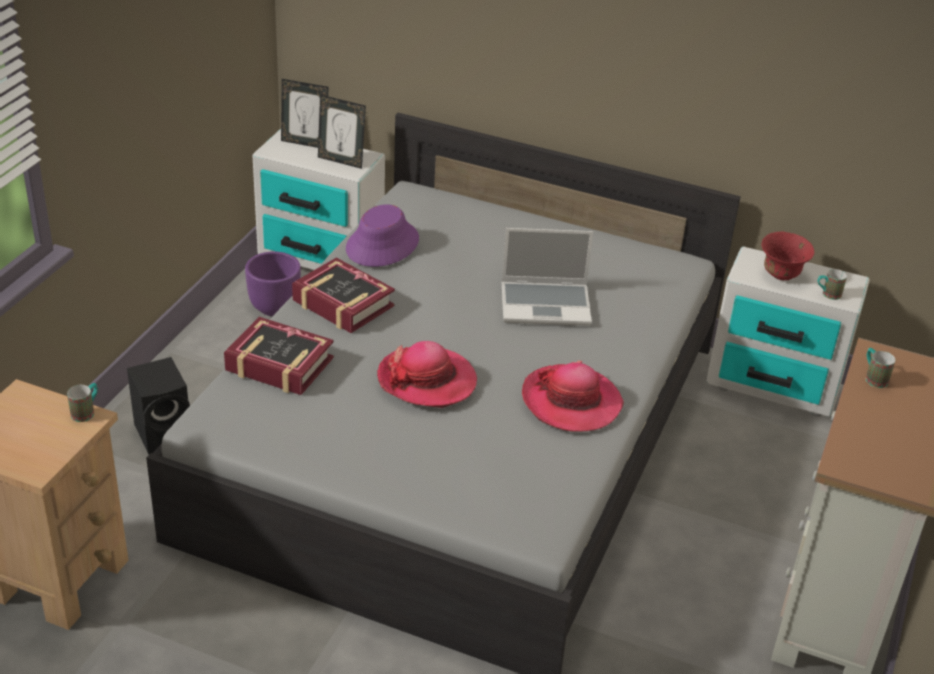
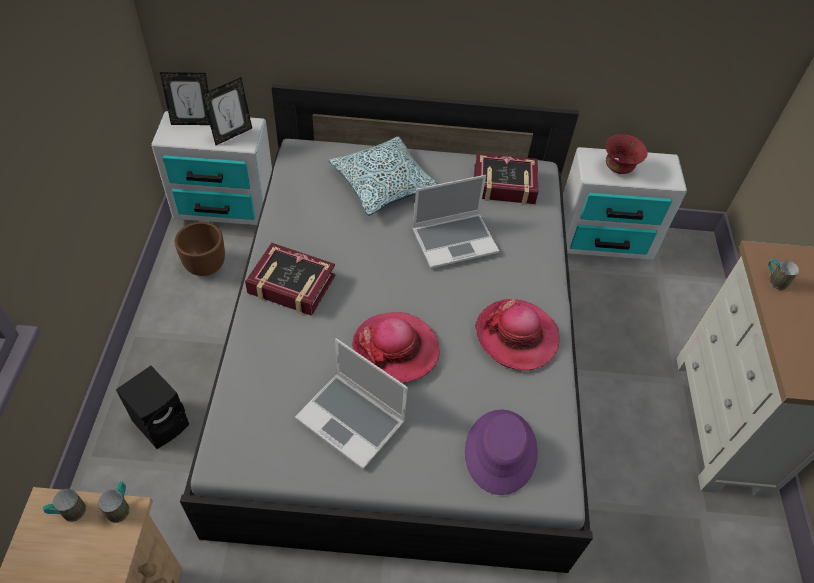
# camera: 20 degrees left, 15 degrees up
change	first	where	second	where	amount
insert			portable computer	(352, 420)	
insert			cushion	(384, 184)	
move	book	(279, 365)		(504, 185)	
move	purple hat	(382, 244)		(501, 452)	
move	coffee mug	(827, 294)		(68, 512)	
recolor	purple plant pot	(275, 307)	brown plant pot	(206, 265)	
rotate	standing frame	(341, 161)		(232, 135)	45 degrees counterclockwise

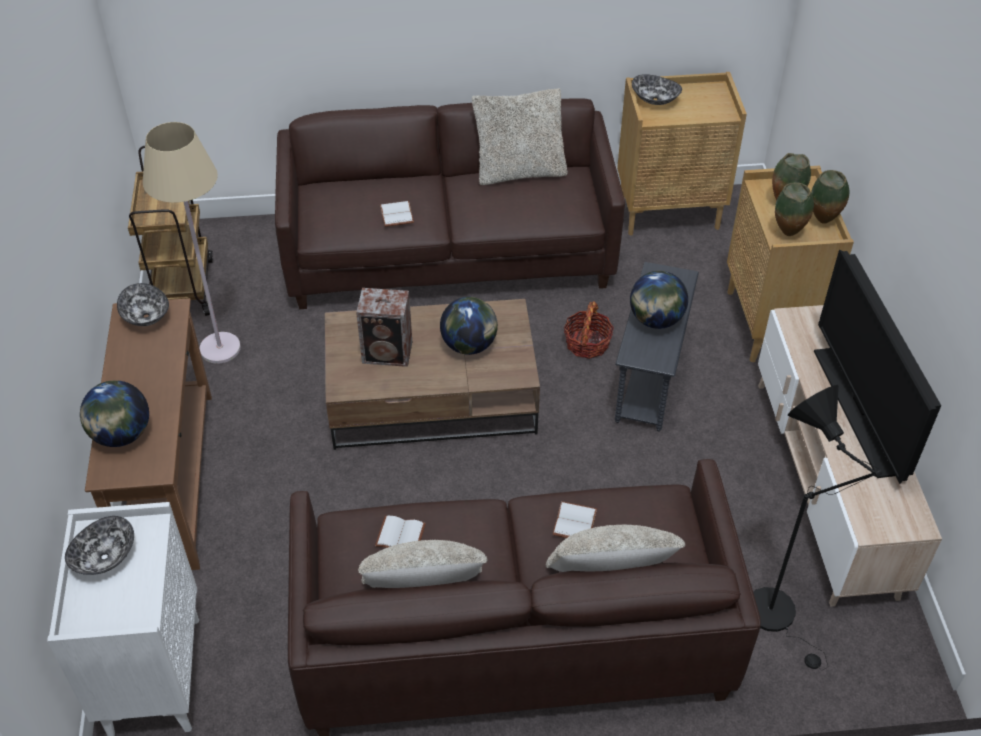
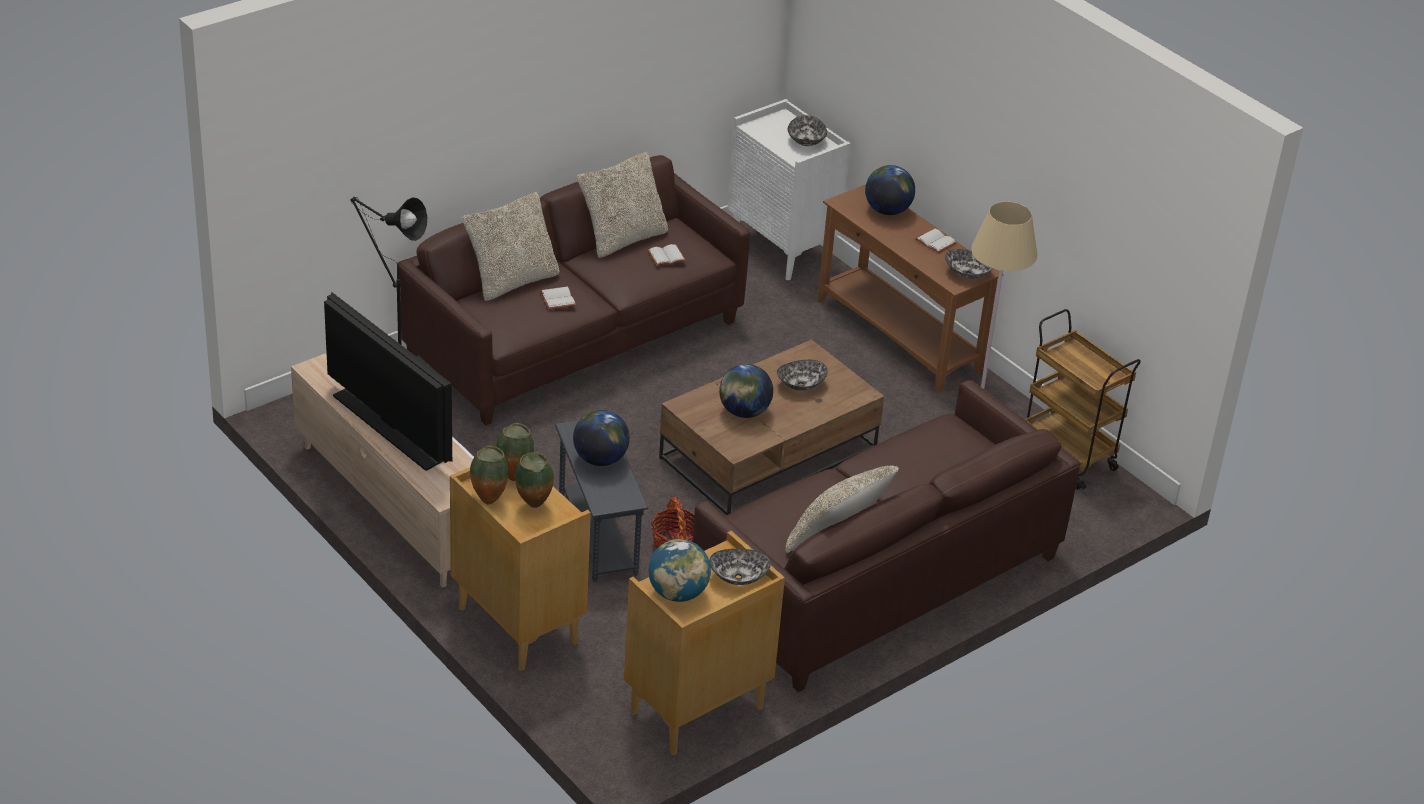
# camera: 145 degrees right, 10 degrees down
change	first	where	second	where	amount
insert			desk globe	(678, 593)	
move	white book	(398, 215)		(934, 242)	
replace	speaker	(389, 353)	deep dish	(801, 385)	

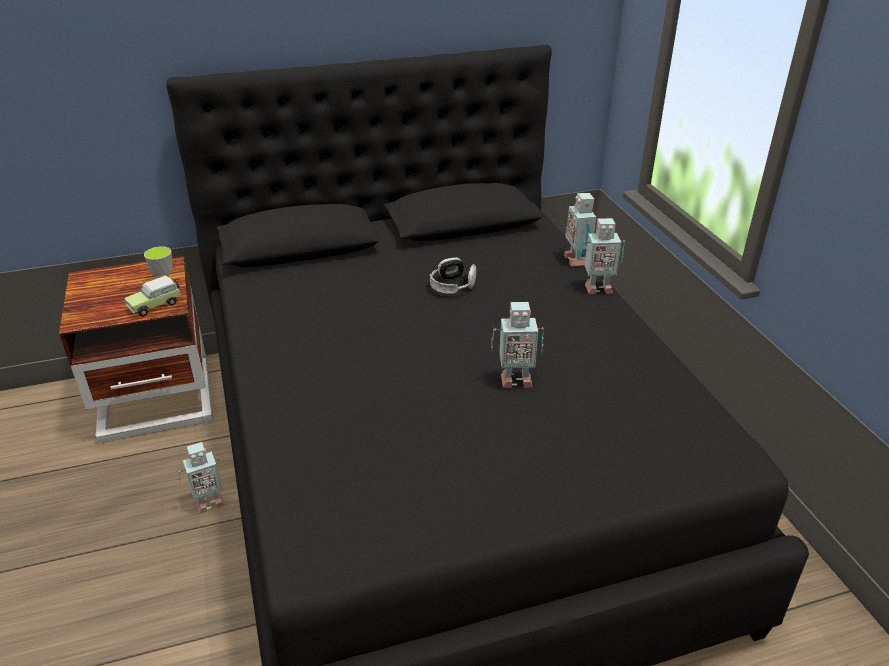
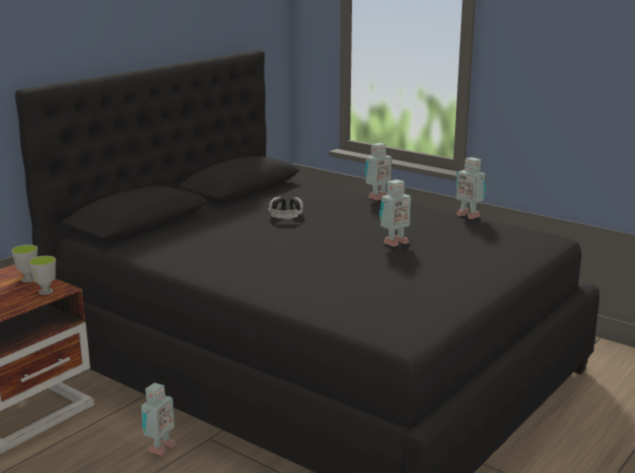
# camera: 35 degrees left, 15 degrees down
change	first	where	second	where	amount
move	toy robot	(577, 259)		(468, 215)	
replace	model car	(157, 305)	cup	(46, 291)	

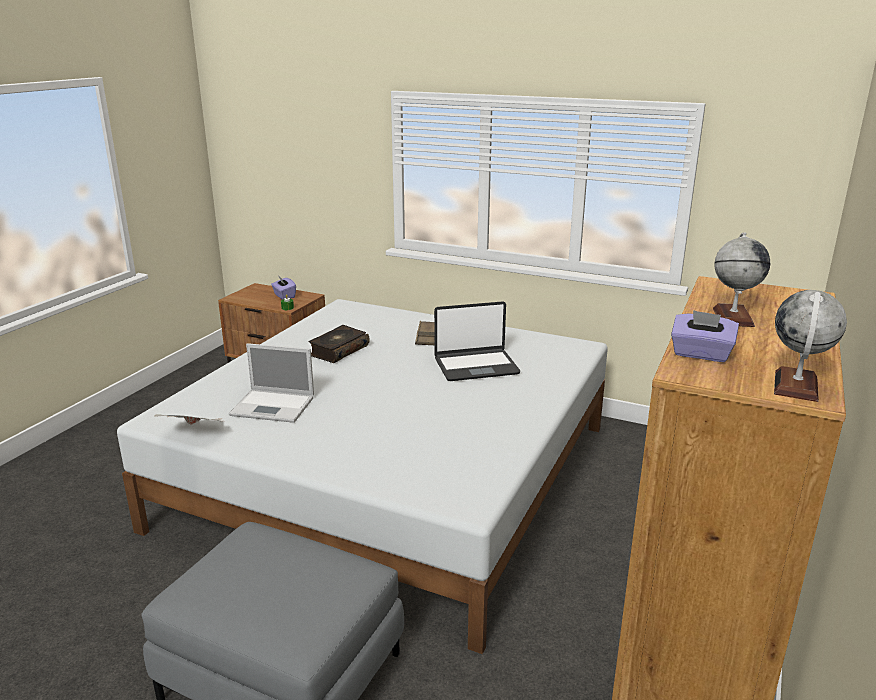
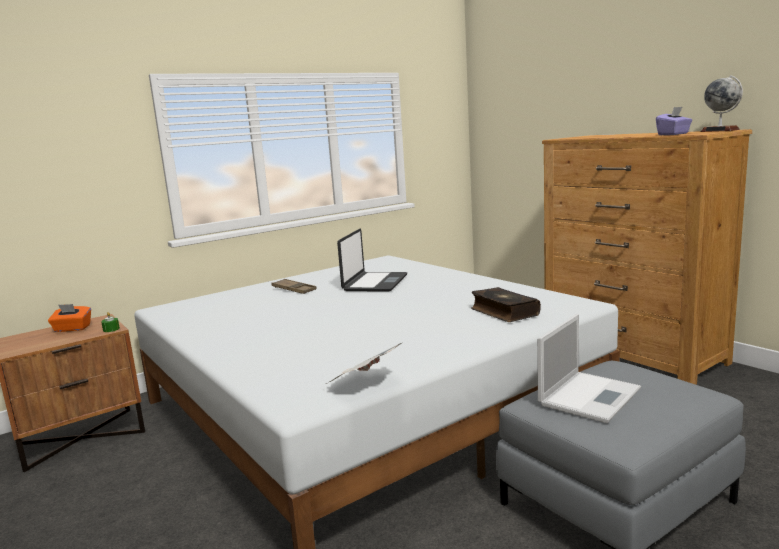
# camera: 60 degrees left, 10 degrees down
change	first	where	second	where	amount
delete	desk globe	(732, 317)			
move	portable computer	(274, 406)		(590, 396)	
move	book	(338, 351)		(503, 312)	
recolor	purple tissue holder	(284, 296)	orange-coloured tissue holder	(72, 329)	

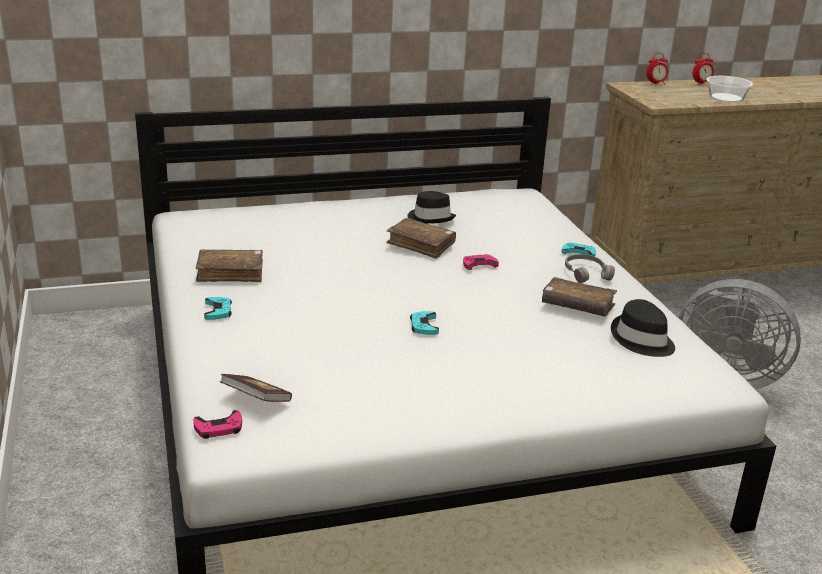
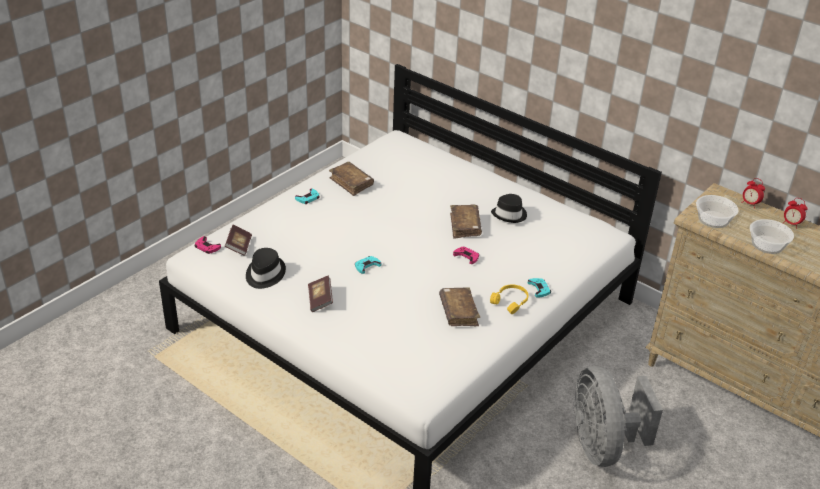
# camera: 55 degrees right, 10 degrees up
change	first	where	second	where	amount
insert			book	(320, 300)	
insert			deep dish	(713, 219)	
move	black hat	(642, 340)		(264, 274)	
recolor	gray pair of headphones	(586, 273)	yellow pair of headphones	(511, 302)	

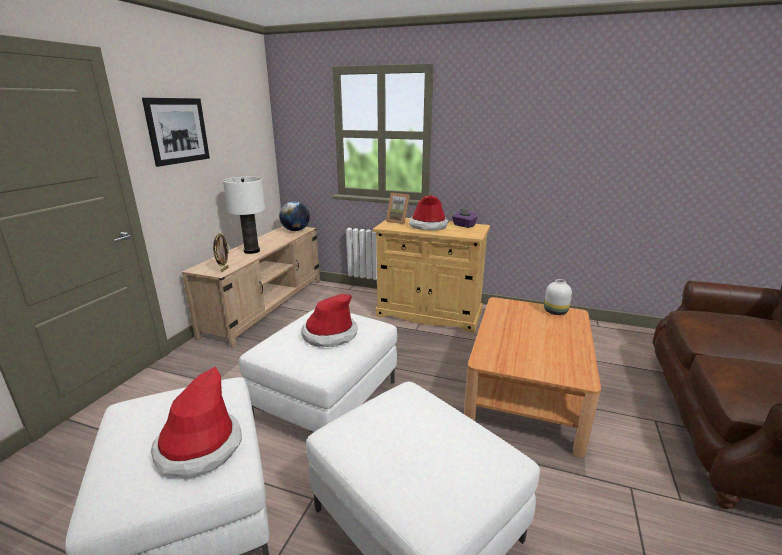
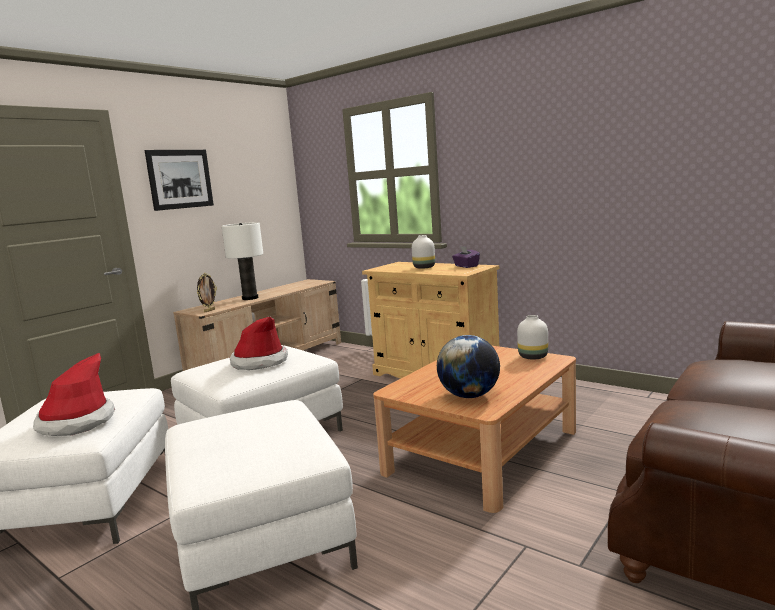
# camera: 20 degrees right, 10 degrees down
change	first	where	second	where	amount
delete	standing frame	(399, 221)			
move	desk globe	(295, 230)		(469, 395)	
replace	hat	(428, 226)	white vase	(424, 267)	

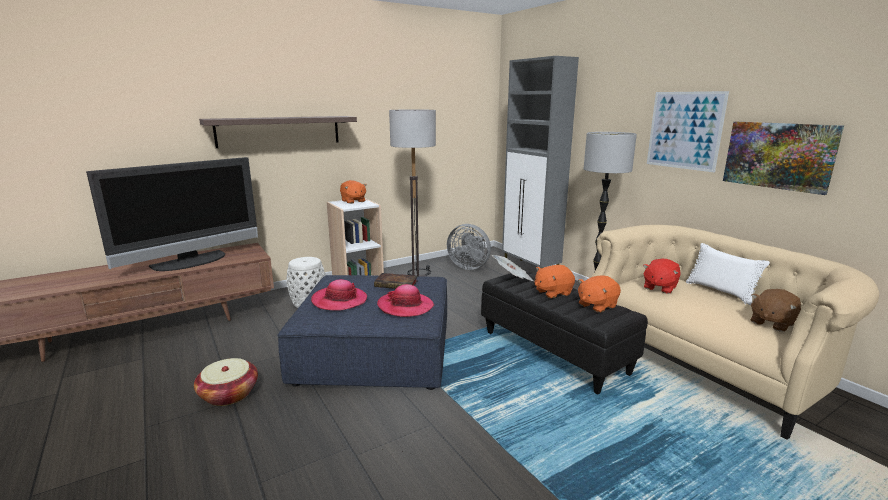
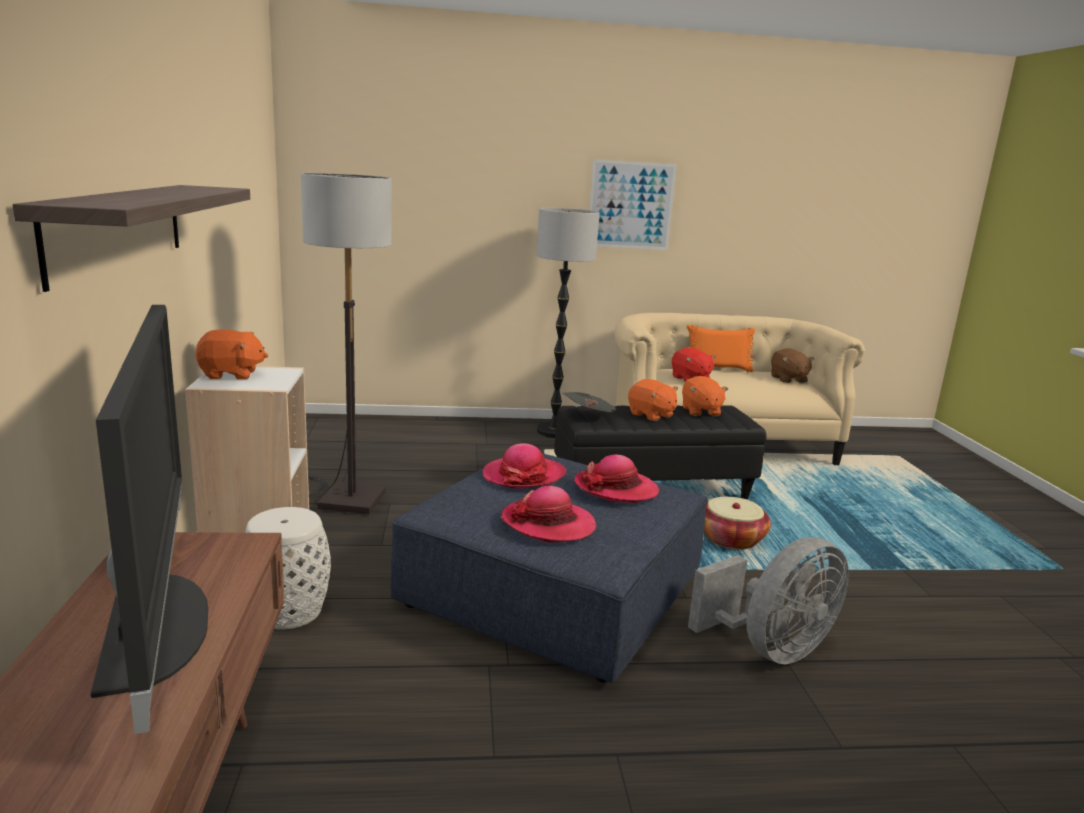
# camera: 65 degrees left, 0 degrees up
change	first	where	second	where	amount
delete	gray storage cabinet	(530, 269)			
delete	wall art	(778, 155)			
move	basket	(229, 394)		(730, 539)	
move	gray cooling fan	(469, 267)		(771, 649)	
replace	book	(397, 284)	hat	(524, 476)	
recolor	white cushion	(720, 292)	orange-coloured cushion	(717, 369)	
rotate	orange-coloured soft toy	(552, 292)		(651, 415)	45 degrees counterclockwise

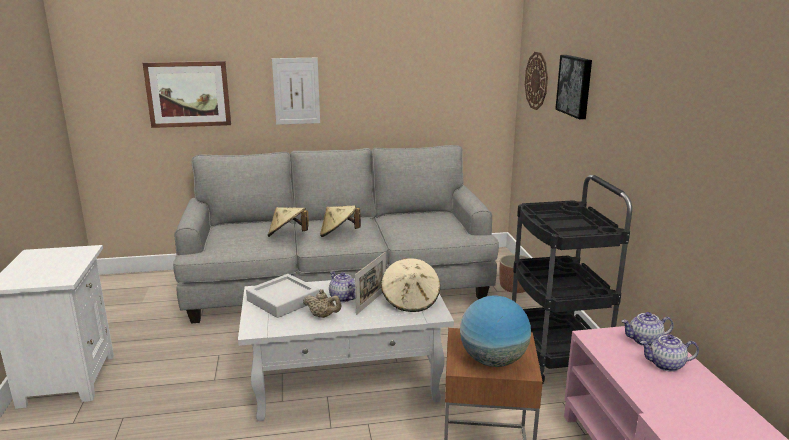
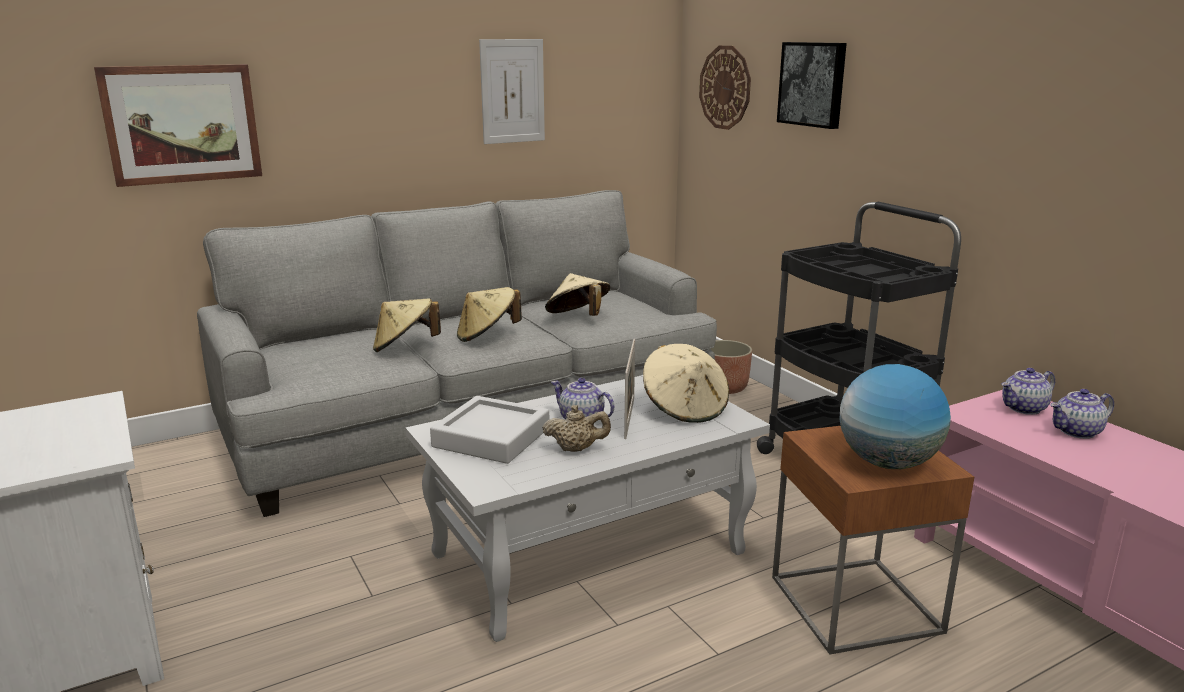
# camera: 20 degrees left, 0 degrees up
change	first	where	second	where	amount
insert			beige-coloured hat	(578, 318)	
move	wall art	(296, 91)		(512, 91)	

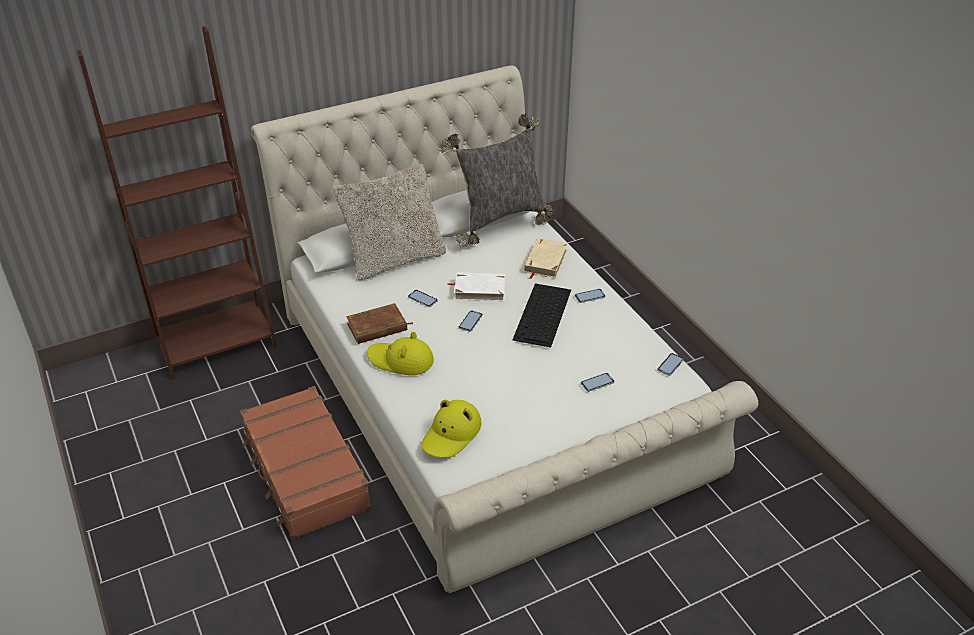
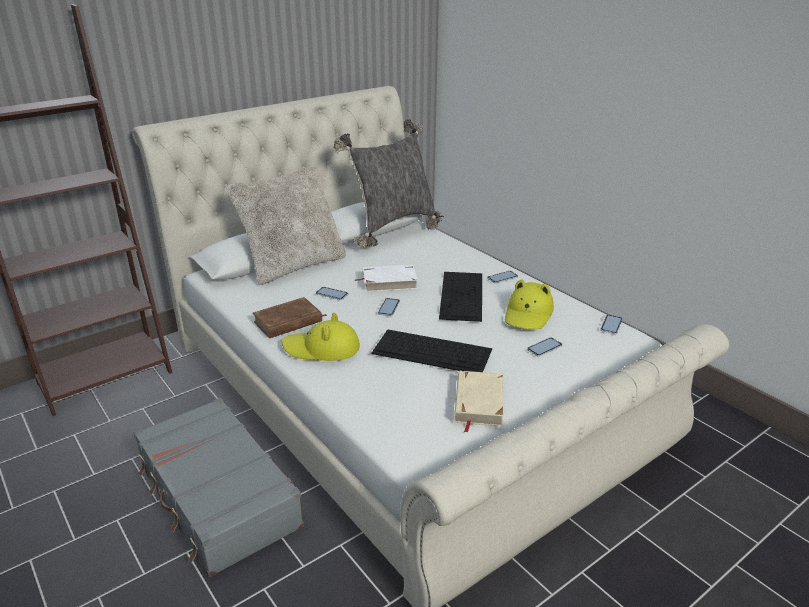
# camera: 10 degrees left, 10 degrees down
change	first	where	second	where	amount
insert			PC keyboard	(433, 351)	
move	yellow hat	(451, 434)		(528, 314)	
move	beige-coloured book	(545, 261)		(478, 402)	
recolor	brown travel case	(305, 473)	gray travel case	(217, 496)	

